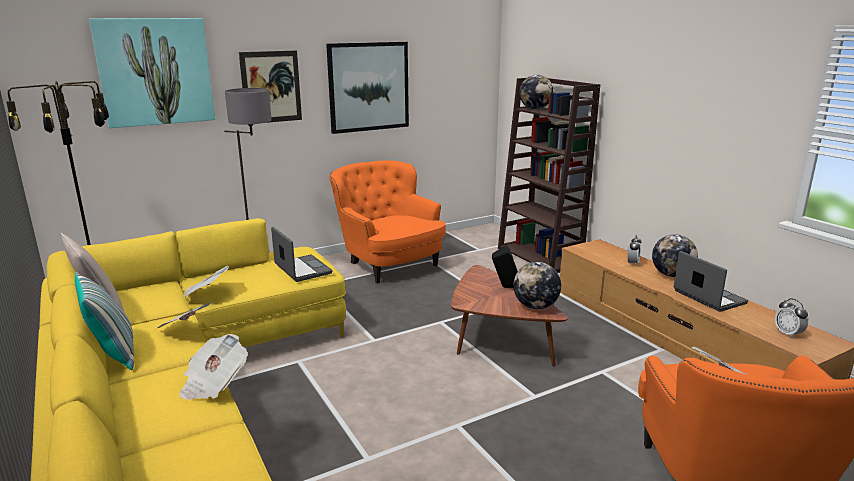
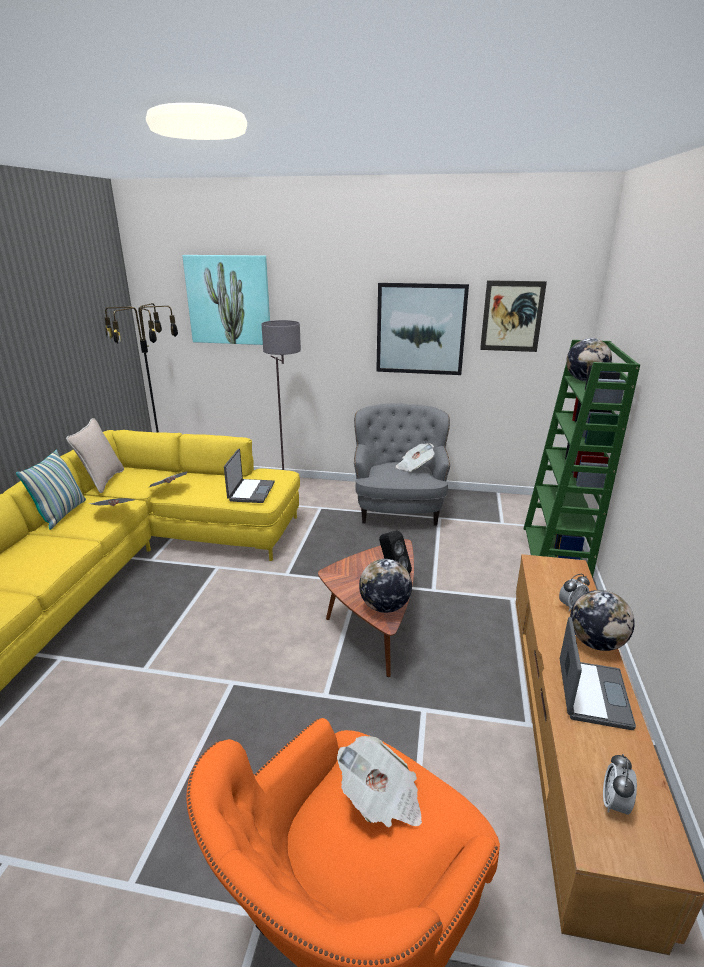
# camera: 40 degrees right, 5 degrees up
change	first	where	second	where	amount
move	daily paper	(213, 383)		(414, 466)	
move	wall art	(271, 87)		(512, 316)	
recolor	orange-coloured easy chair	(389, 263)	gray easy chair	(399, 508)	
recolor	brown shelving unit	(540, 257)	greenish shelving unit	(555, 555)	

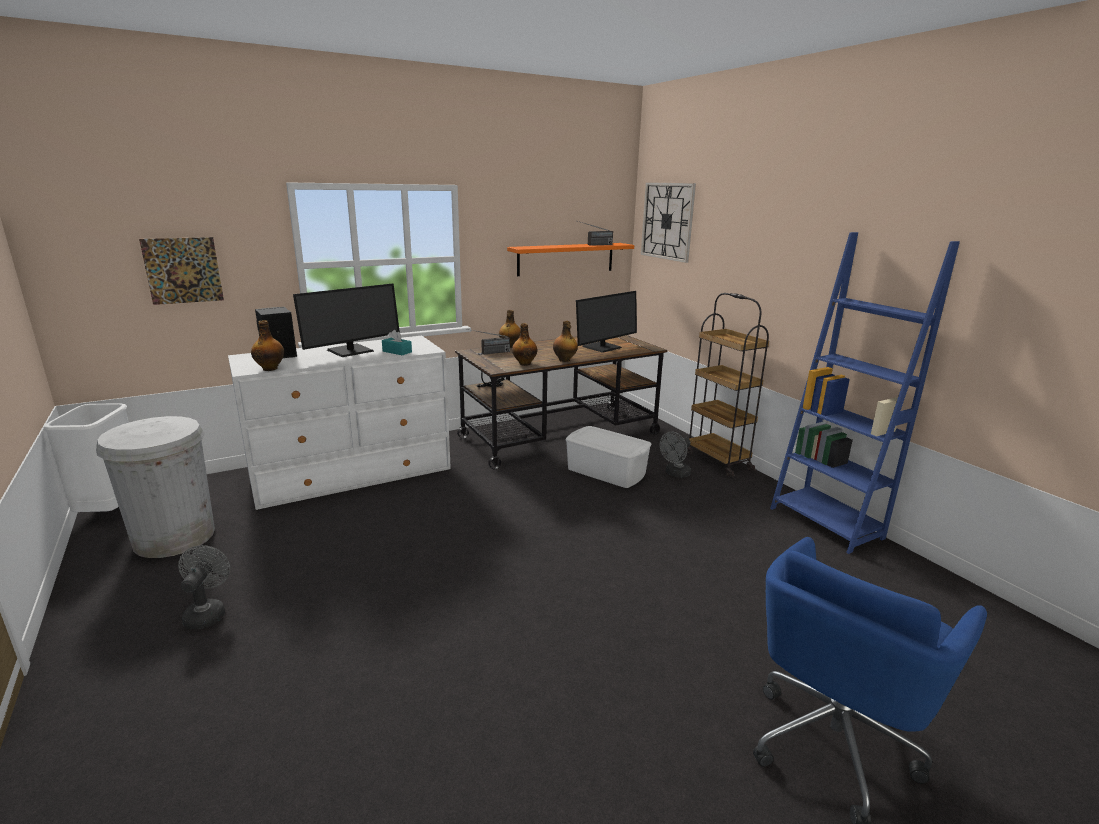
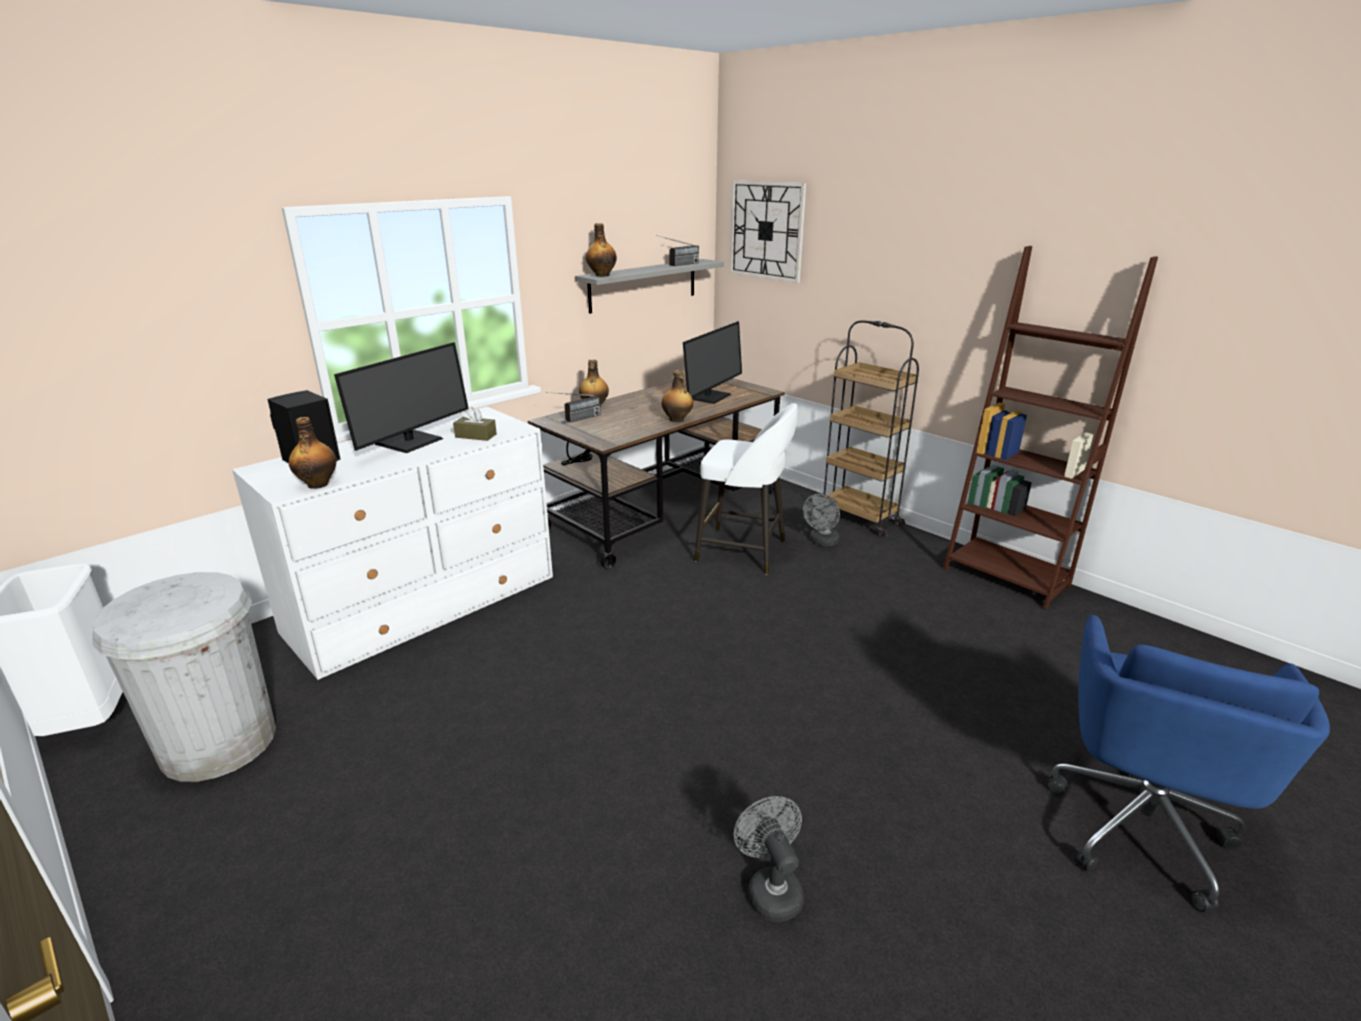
# camera: 15 degrees left, 5 degrees up
change	first	where	second	where	amount
delete	wall art	(183, 270)			
move	gray cooling fan	(207, 613)		(770, 889)	
move	drink bottle	(524, 363)		(602, 275)	
replace	white storage bin	(606, 471)	white sitting stool	(744, 551)	
recolor	blue-green tissue holder	(397, 352)	brown tissue holder	(476, 436)	
recolor	orange-coloured bracket shelf	(566, 259)	gray bracket shelf	(643, 285)	
recolor	blue-coloured shelving unit	(826, 523)	brown shelving unit	(1006, 577)	

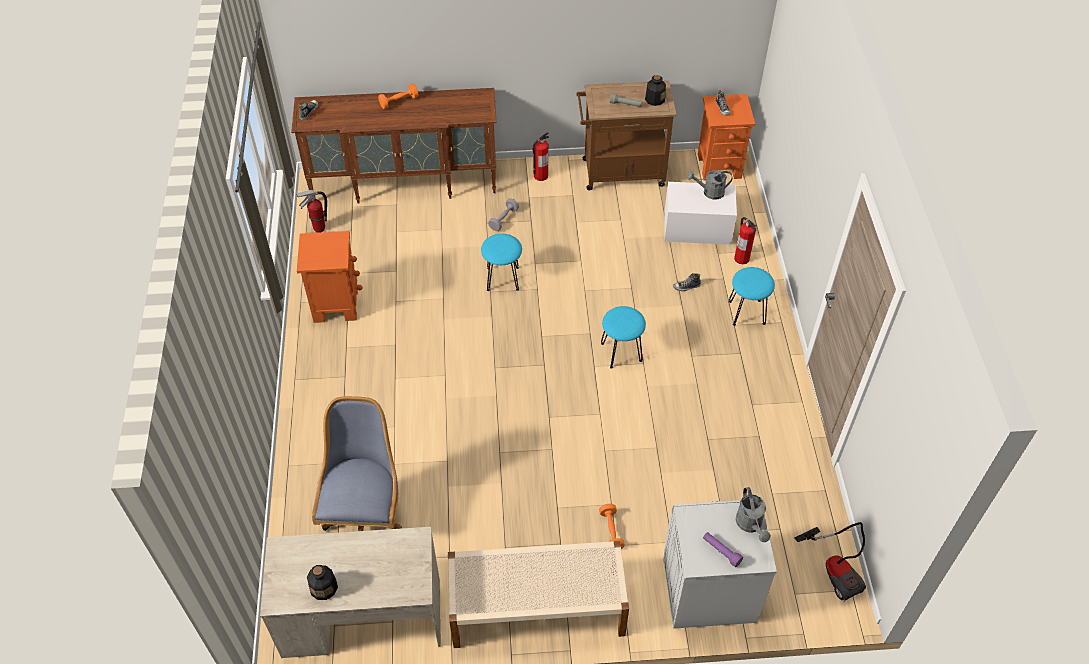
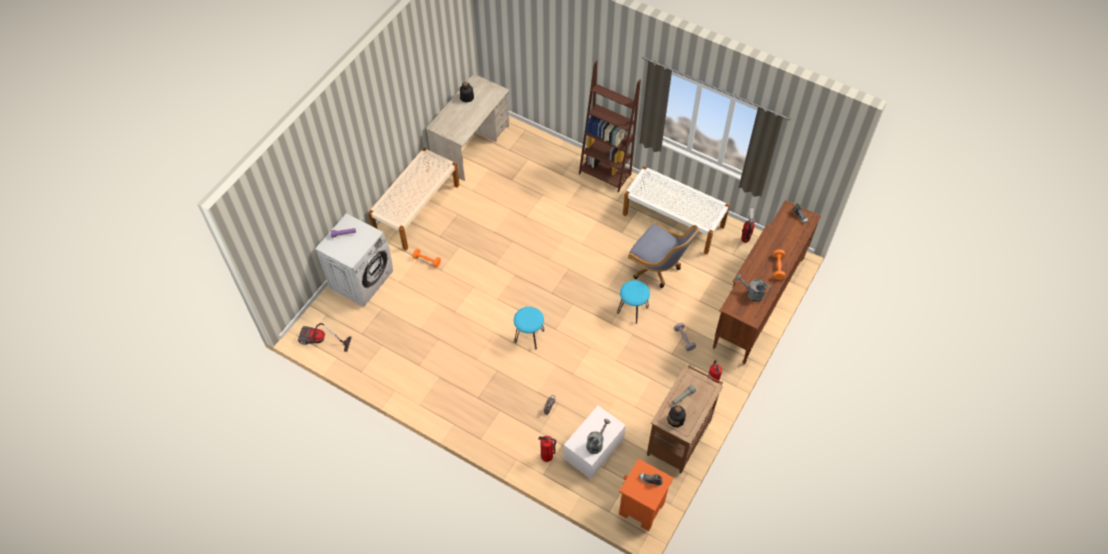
# camera: 125 degrees right, 5 degrees up
change	first	where	second	where	amount
delete	blue-green sitting stool	(747, 312)			
insert			brown shelving unit	(605, 174)	
move	blue-coloured desk chair	(365, 514)		(658, 270)	
move	gray watering can	(750, 525)		(752, 293)	
replace	orange-coloured bedside table	(337, 304)	white indoor bench	(673, 220)	

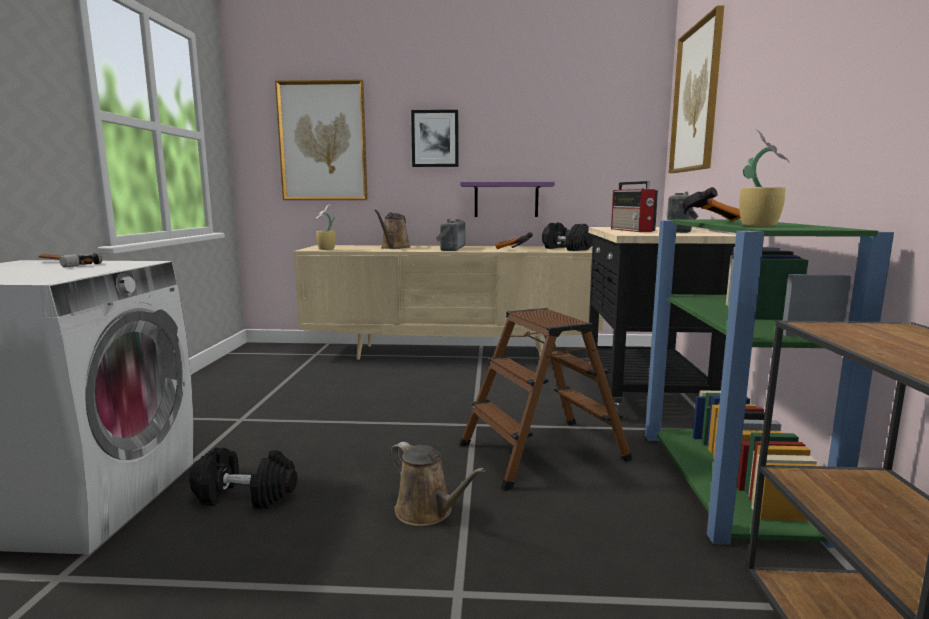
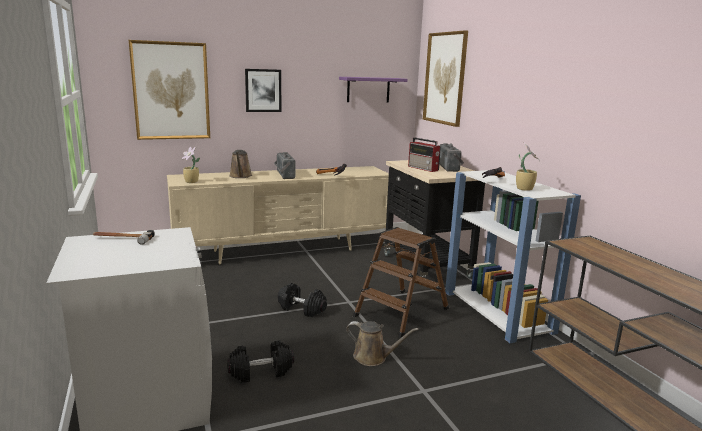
# camera: 25 degrees left, 5 degrees up
change	first	where	second	where	amount
move	purple bracket shelf	(506, 199)		(368, 89)	
move	black hand weight	(566, 249)		(301, 309)	
recolor	greenish shelving unit	(725, 481)	white shelving unit	(497, 312)	

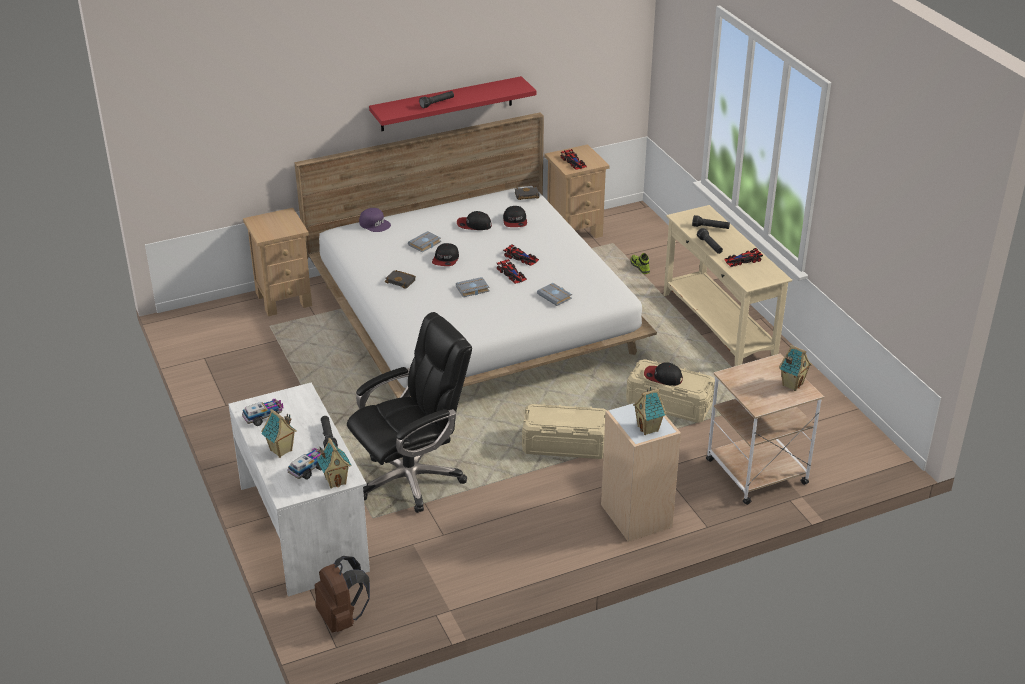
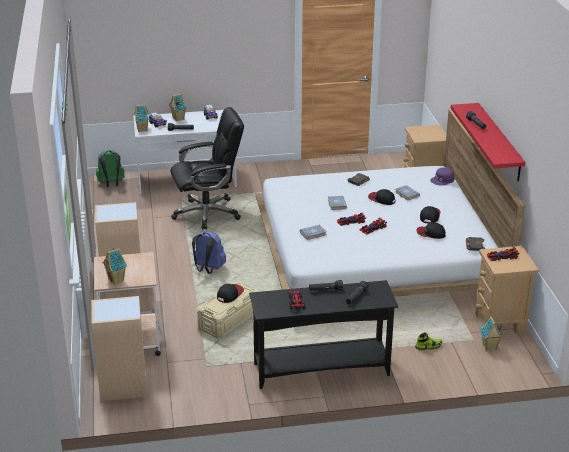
# camera: 105 degrees right, 5 degrees down
change	first	where	second	where	amount
insert			shelving unit	(122, 386)	
move	model house	(648, 428)		(489, 347)	
replace	beige-coloured storage bin	(565, 445)	blue-coloured knapsack	(208, 269)	
recolor	brown knapsack	(342, 618)	greenish knapsack	(111, 184)	
recolor	beige-coloured console table	(719, 326)	black console table	(320, 369)	
rotate	black desk chair	(411, 479)		(208, 213)	90 degrees counterclockwise

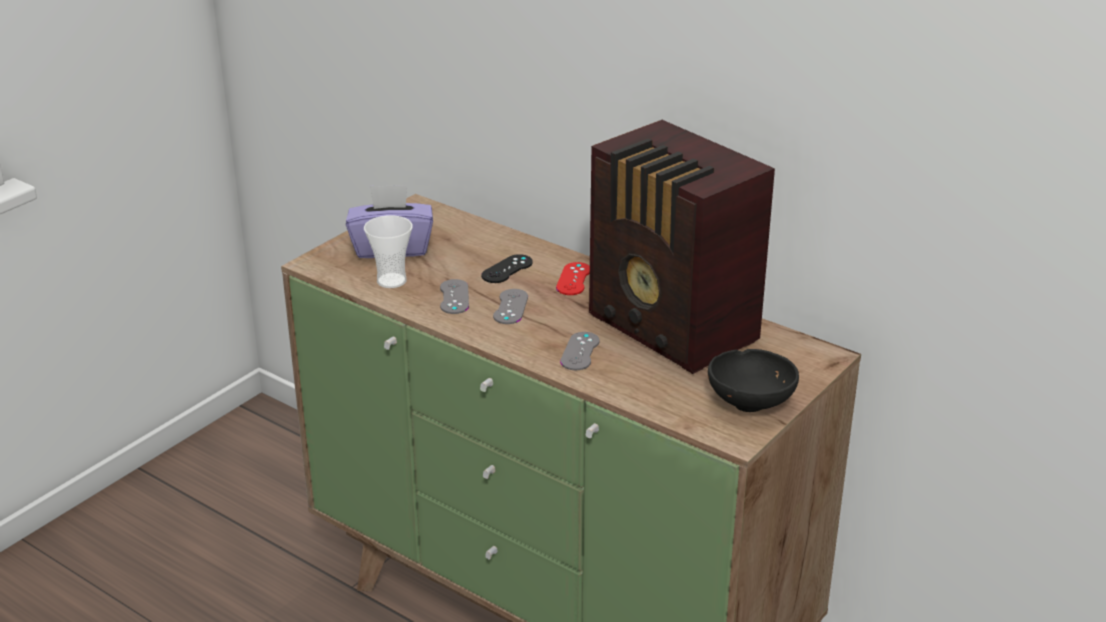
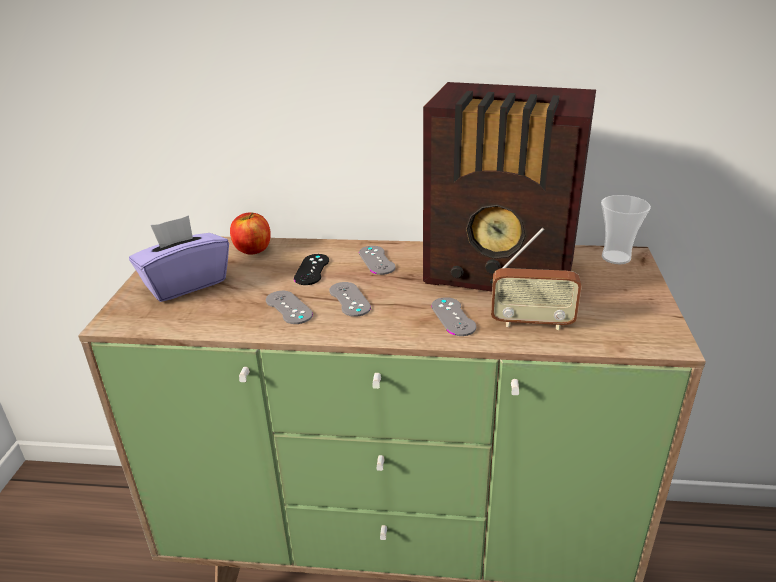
# camera: 30 degrees left, 0 degrees up
change	first	where	second	where	amount
delete	black deep dish	(752, 402)			
insert			apple	(253, 249)	
insert			radio set	(531, 323)	
move	cup	(391, 281)		(616, 257)	
recolor	reddish gamepad	(573, 279)	gray gamepad	(376, 260)	

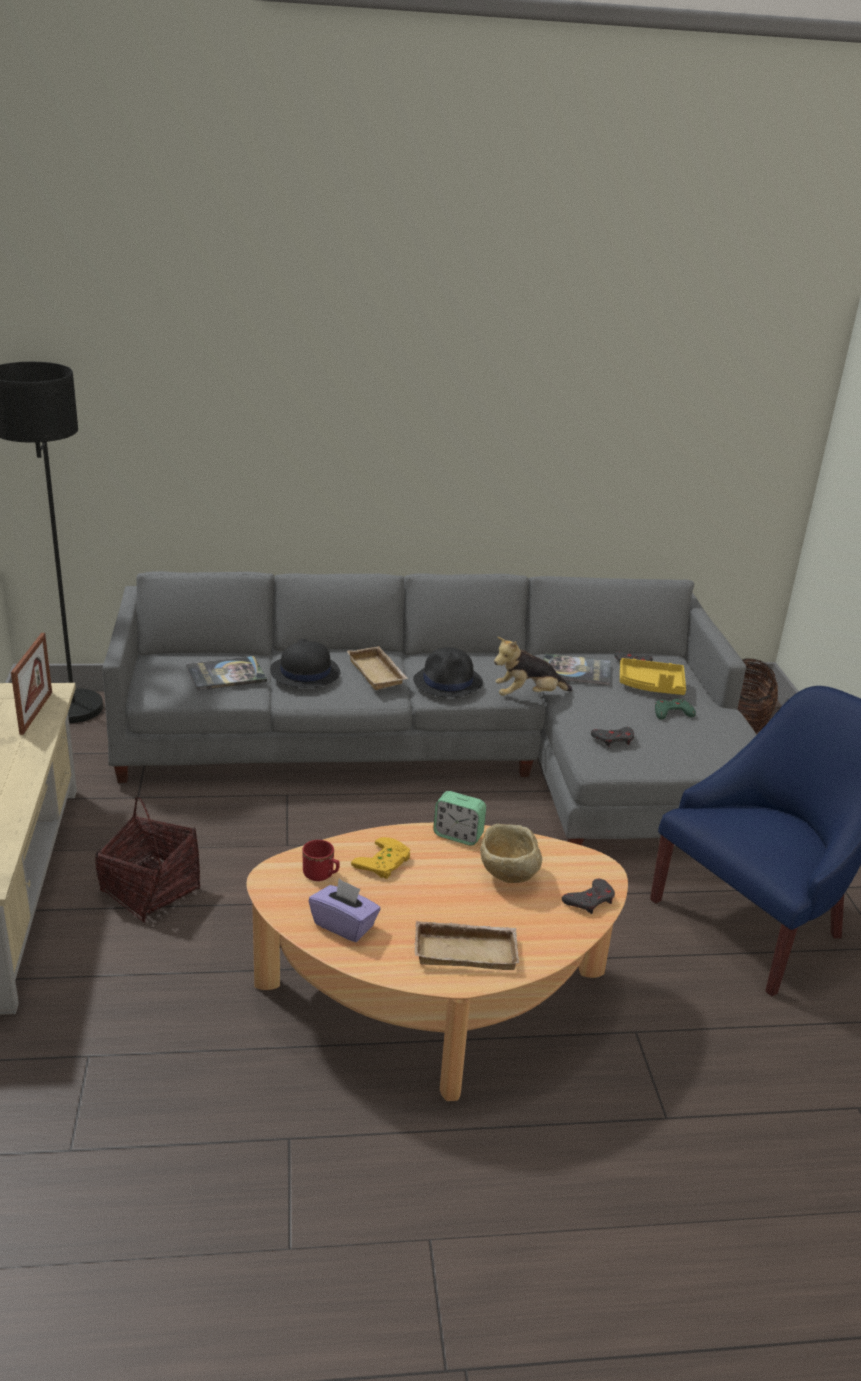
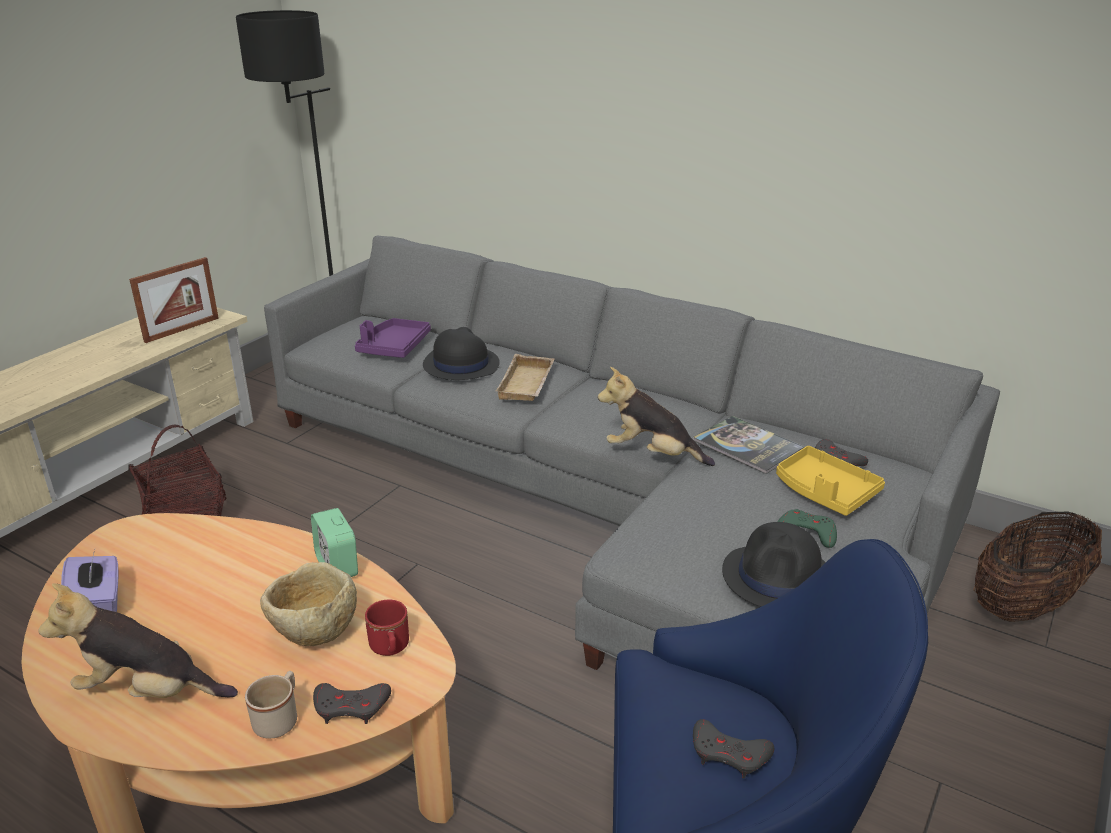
# camera: 40 degrees right, 0 degrees up
change	first	where	second	where	amount
delete	yellow gamepad	(385, 863)			
insert			beige-coloured coffee mug	(279, 719)	
move	reddish coffee mug	(321, 875)		(390, 648)	
move	black hat	(448, 682)		(778, 578)	
move	gray gamepad	(614, 739)		(729, 754)	
replace	book	(226, 674)	purple serving tray	(394, 347)	
replace	beige-coloured serving tray	(466, 950)	soft toy	(147, 691)	

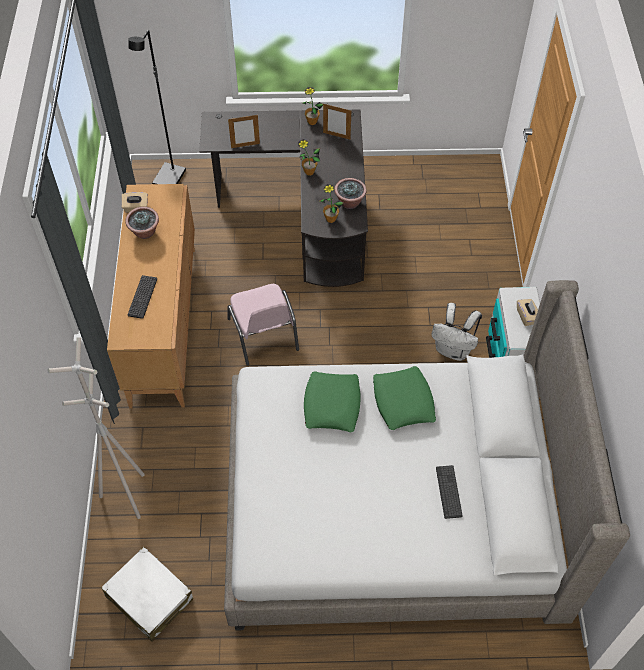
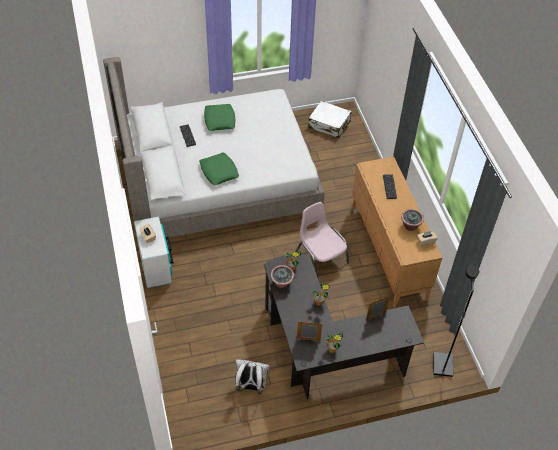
# camera: 165 degrees right, 5 degrees down
change	first	where	second	where	amount
delete	gray garment stand	(127, 495)			
move	greenish cushion	(332, 405)		(219, 120)	
move	white knapsack	(453, 350)		(251, 386)	

